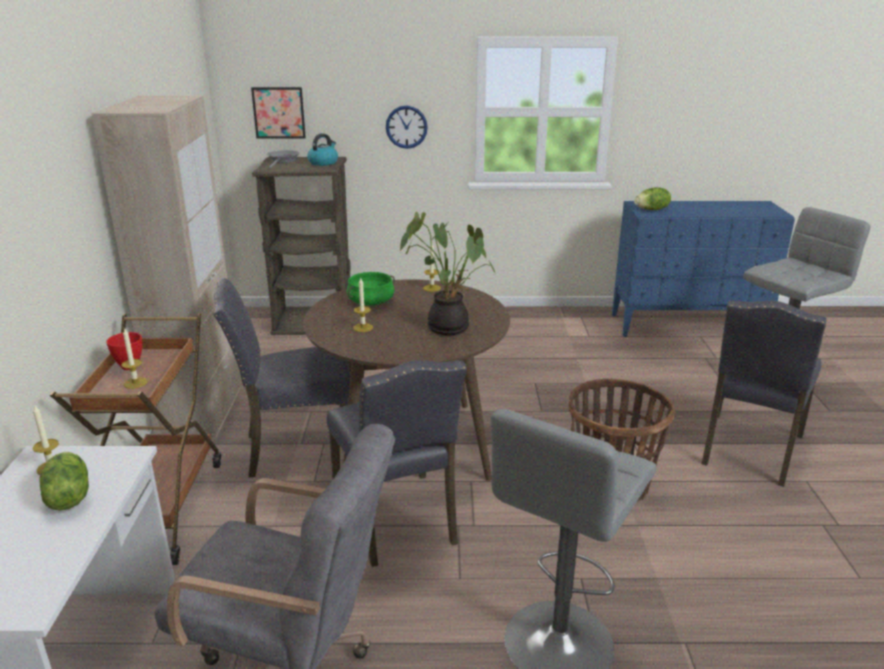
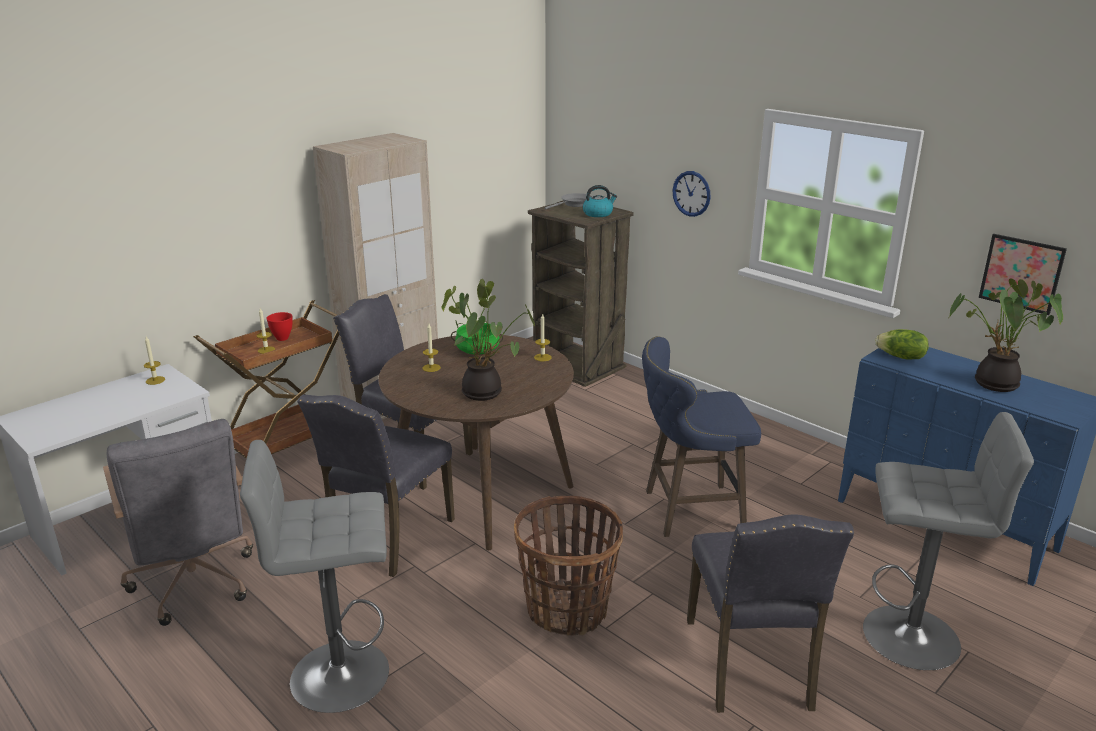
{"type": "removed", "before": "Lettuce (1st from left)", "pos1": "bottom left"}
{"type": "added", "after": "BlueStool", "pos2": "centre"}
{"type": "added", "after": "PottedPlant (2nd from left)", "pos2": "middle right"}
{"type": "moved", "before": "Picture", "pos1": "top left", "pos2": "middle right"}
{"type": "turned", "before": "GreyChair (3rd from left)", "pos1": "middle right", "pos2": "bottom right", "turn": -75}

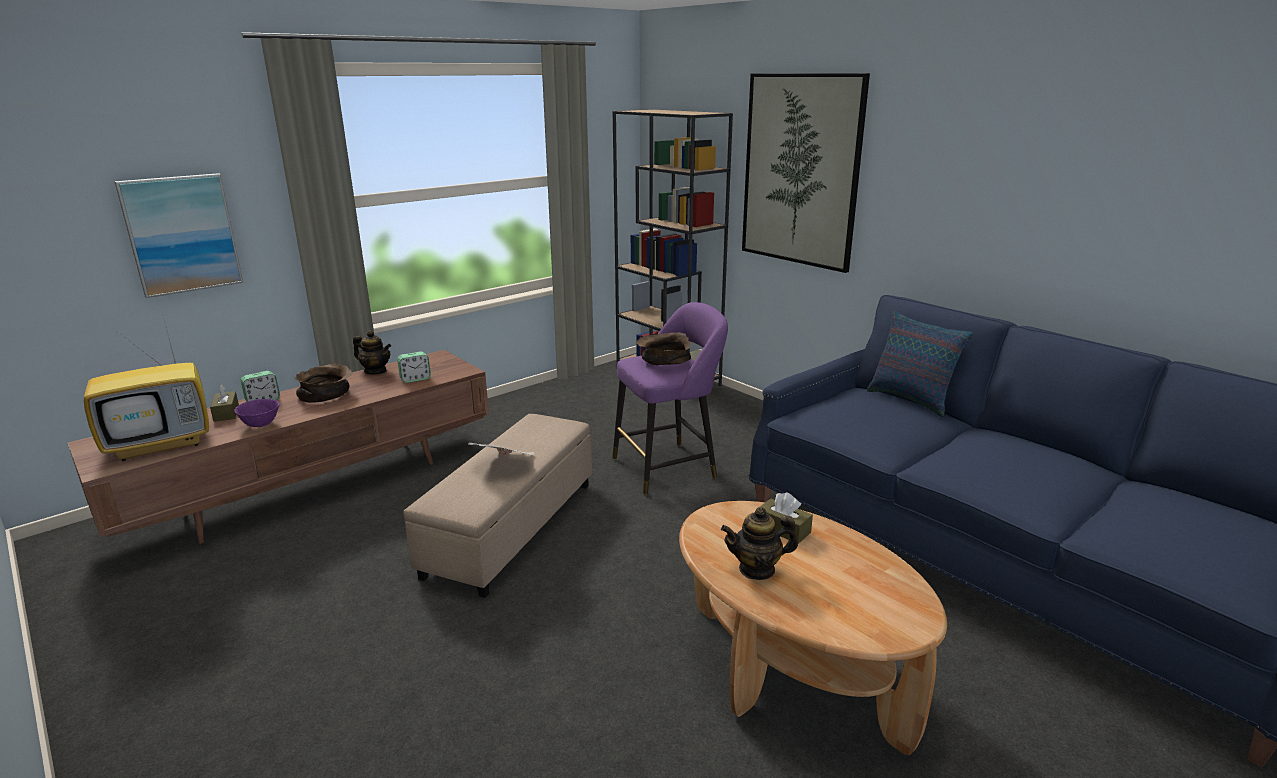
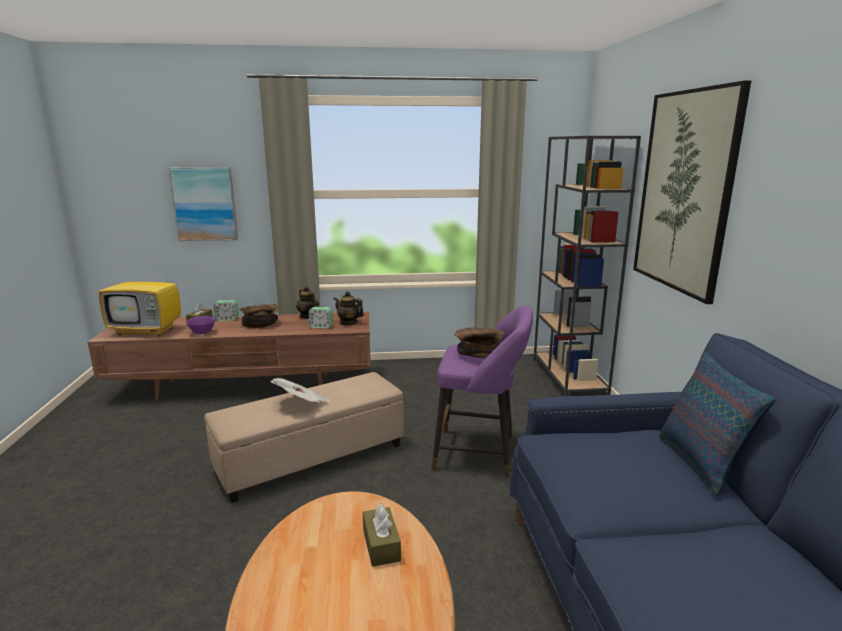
{"type": "moved", "before": "Teapot (2nd from left)", "pos1": "bottom centre", "pos2": "centre"}

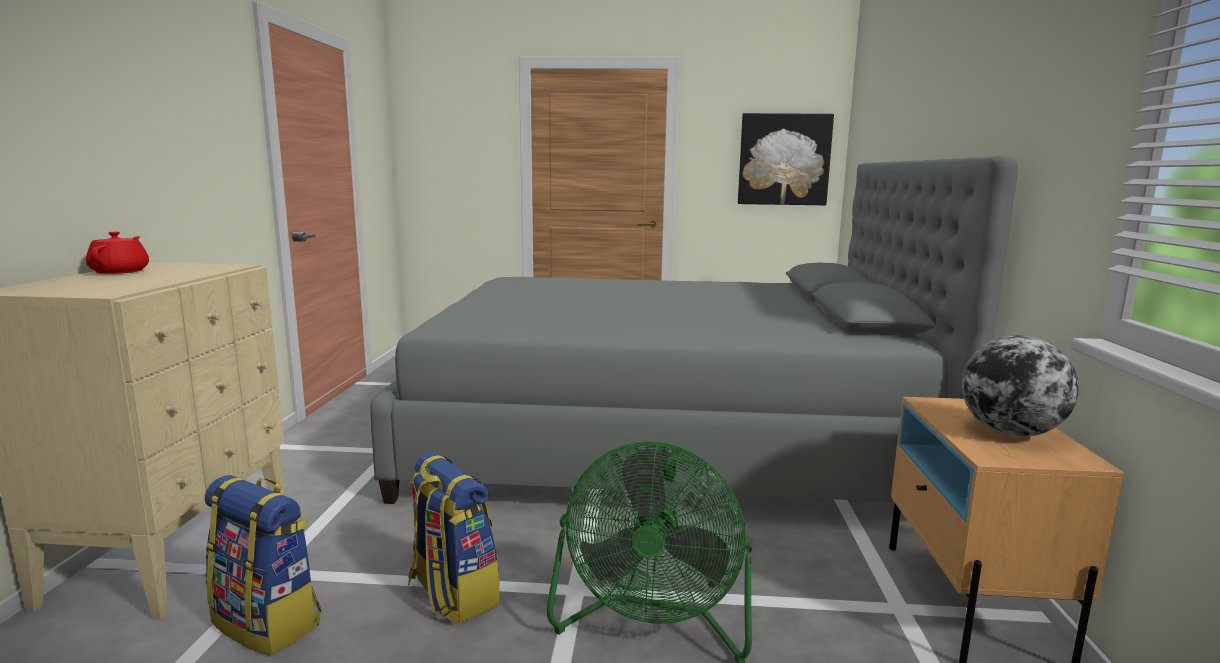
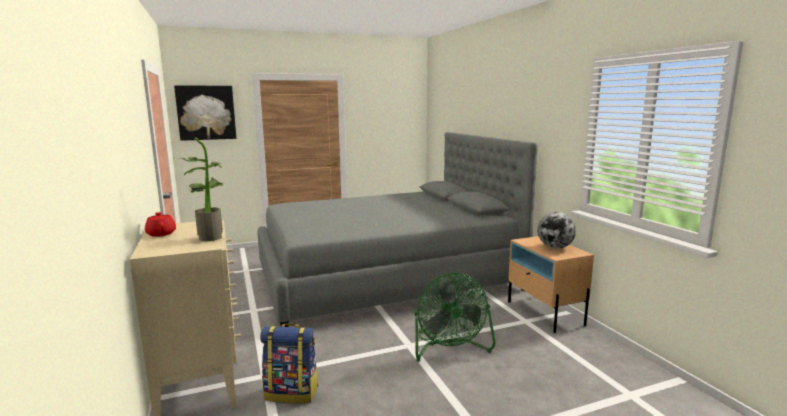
{"type": "removed", "before": "Backpack (2nd from left)", "pos1": "bottom centre"}
{"type": "added", "after": "PottedPlant", "pos2": "middle left"}
{"type": "moved", "before": "Picture", "pos1": "top centre", "pos2": "top left"}

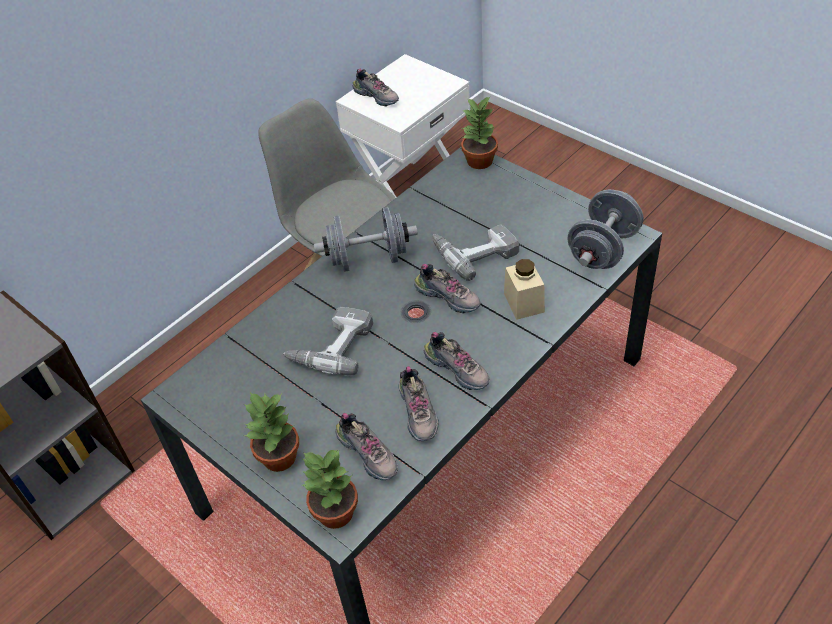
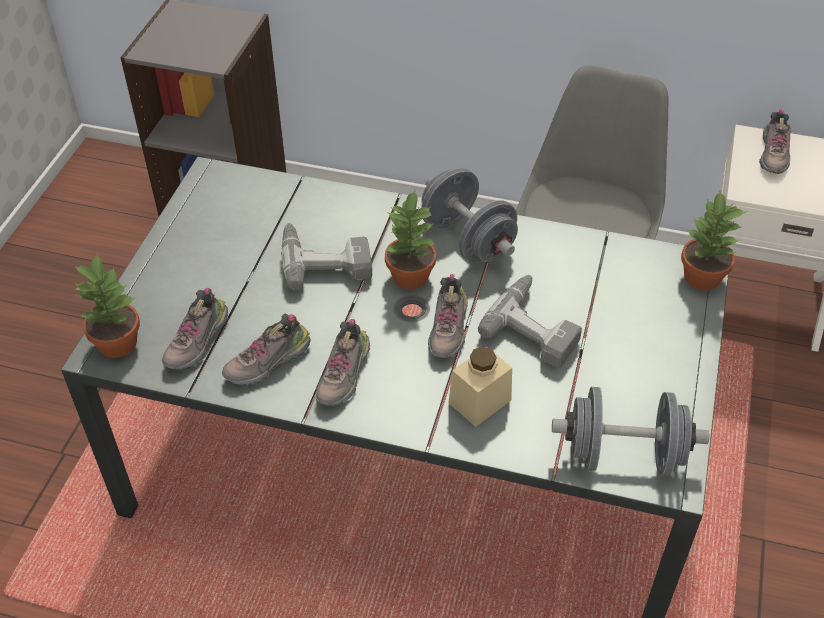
{"type": "moved", "before": "PottedPlant (1st from left in the first image)", "after": "PottedPlant (2nd from left)", "pos1": "bottom left", "pos2": "centre"}

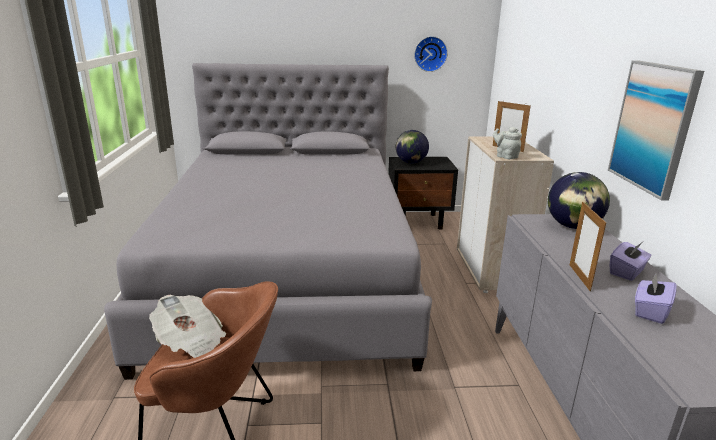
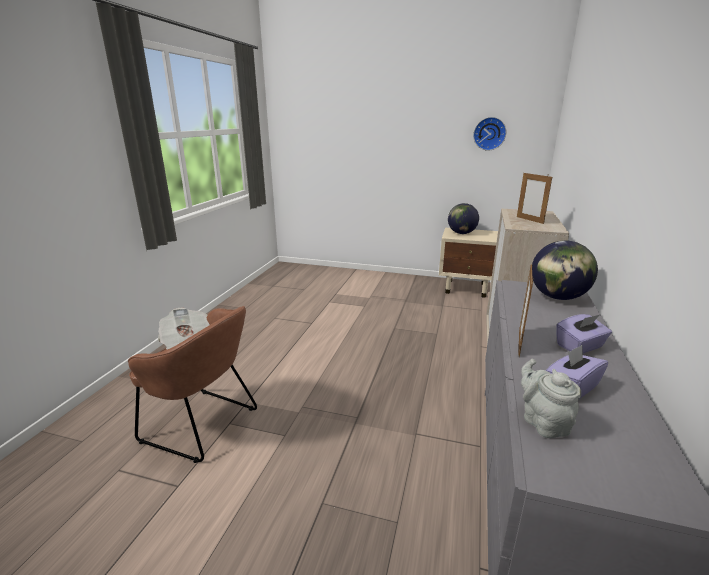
{"type": "removed", "before": "GreyBed", "pos1": "centre"}
{"type": "removed", "before": "Picture", "pos1": "top right"}
{"type": "moved", "before": "GreyTeapot", "pos1": "top right", "pos2": "bottom right"}
{"type": "recoloured", "before": "BlackNightstand", "after": "BeigeNightstand", "pos1": "centre", "pos2": "centre"}

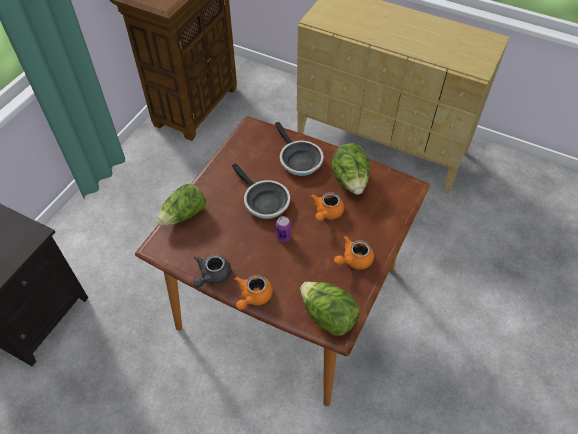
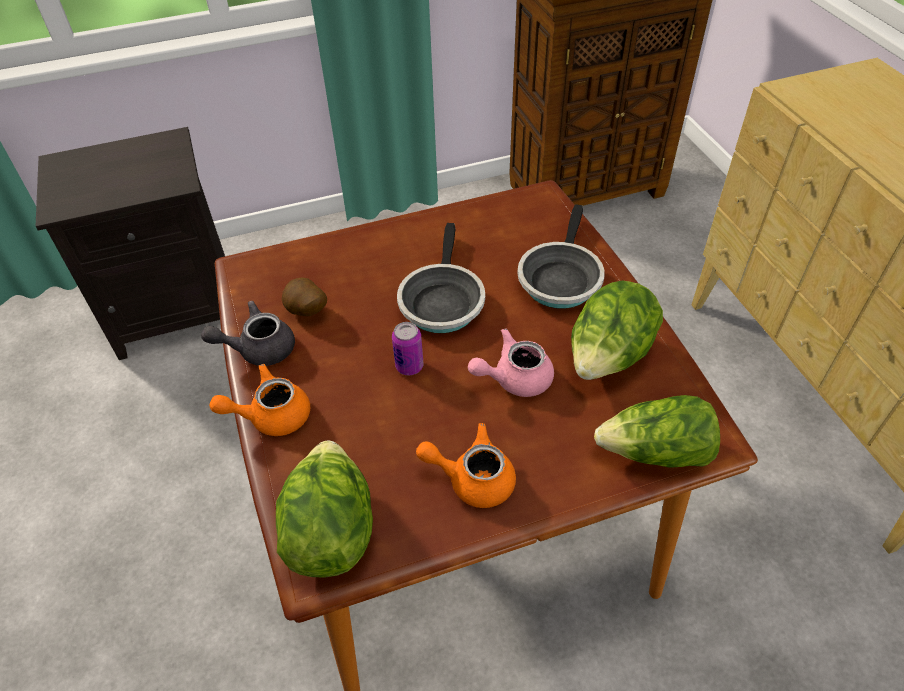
{"type": "added", "after": "Potato", "pos2": "centre"}
{"type": "moved", "before": "Lettuce (1st from left in the first image)", "after": "Lettuce (3rd from left)", "pos1": "middle left", "pos2": "middle right"}
{"type": "recoloured", "before": "OrangeTeapot (2nd from left)", "after": "PinkTeapot", "pos1": "centre", "pos2": "centre"}

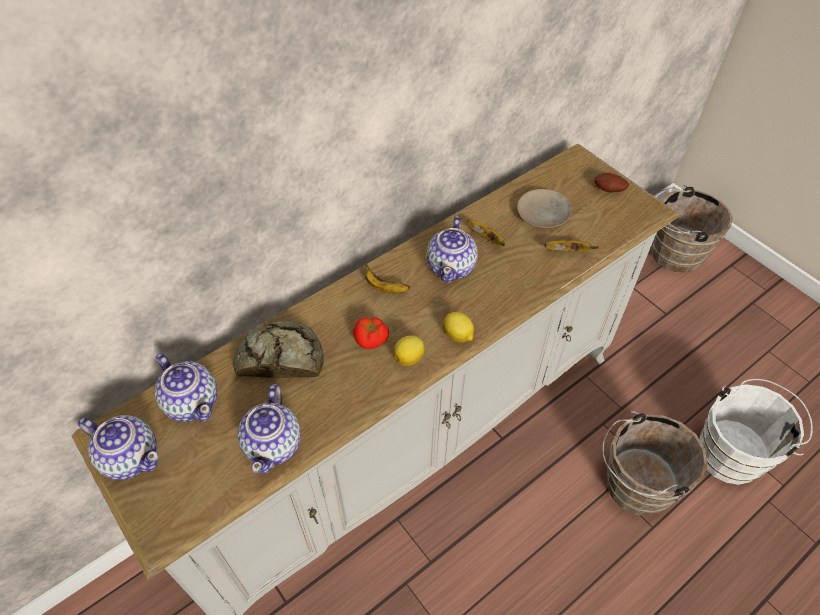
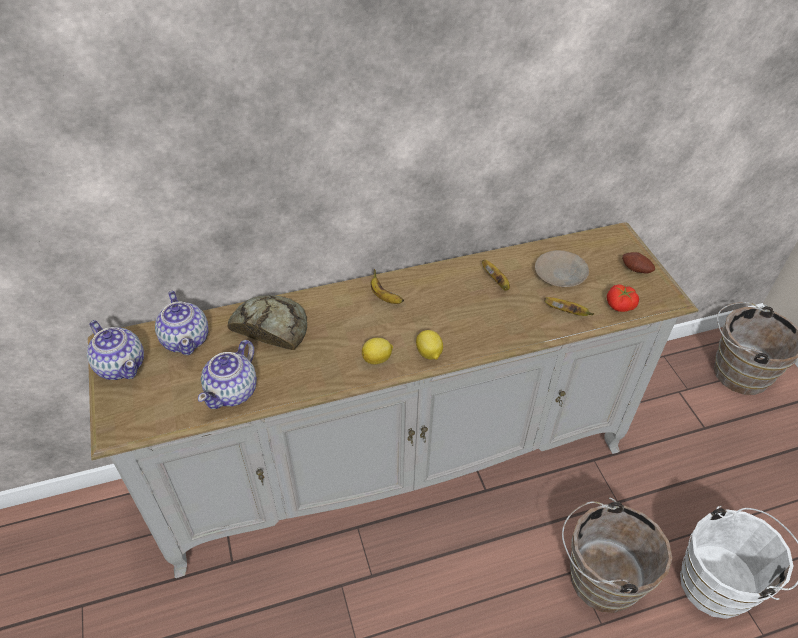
{"type": "removed", "before": "Teapot (4th from left)", "pos1": "centre"}
{"type": "moved", "before": "Tomato", "pos1": "centre", "pos2": "middle right"}

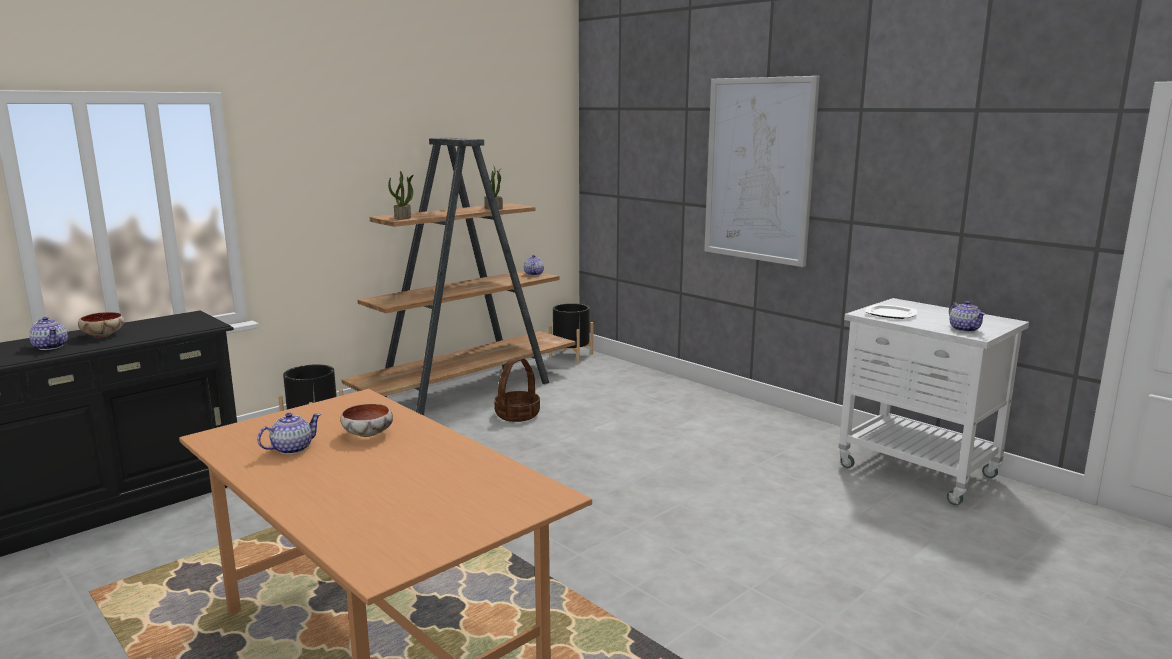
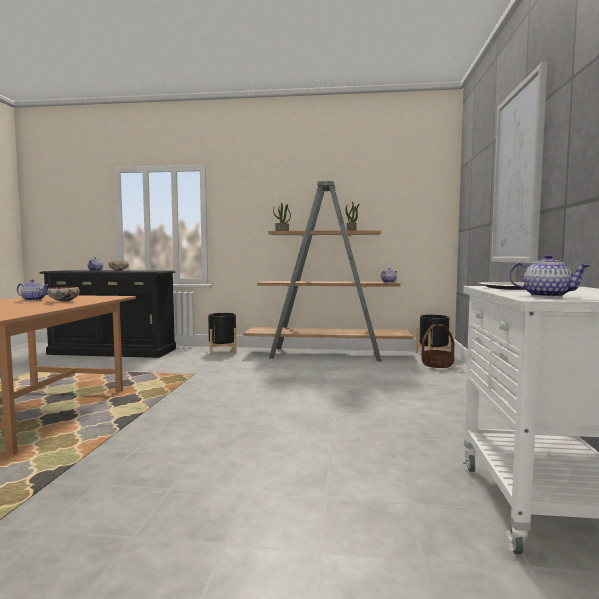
{"type": "moved", "before": "Basket", "pos1": "centre", "pos2": "middle right"}
{"type": "turned", "before": "Teapot (4th from left)", "pos1": "middle right", "pos2": "middle right", "turn": -90}

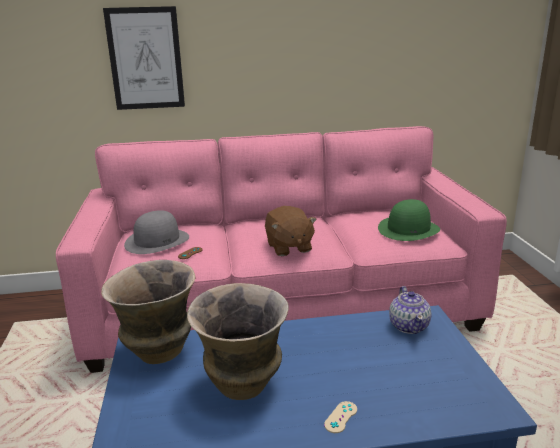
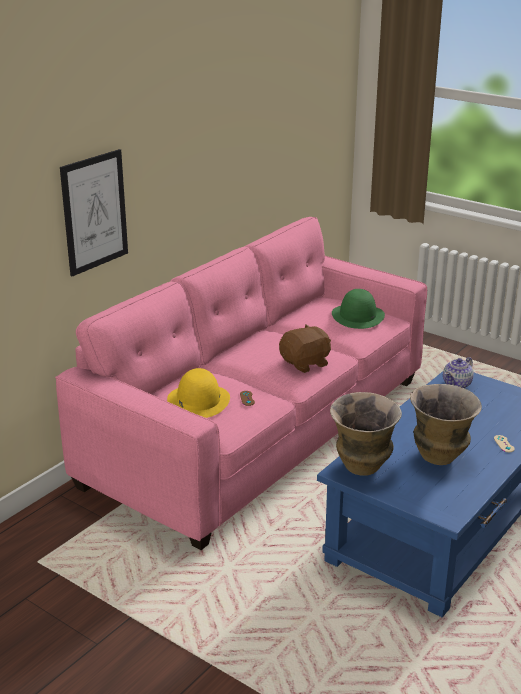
{"type": "recoloured", "before": "GreyHat", "after": "YellowHat", "pos1": "middle left", "pos2": "centre"}
{"type": "turned", "before": "BrownPlushToy", "pos1": "centre", "pos2": "centre", "turn": -60}
{"type": "turned", "before": "Teapot", "pos1": "bottom right", "pos2": "middle right", "turn": 90}

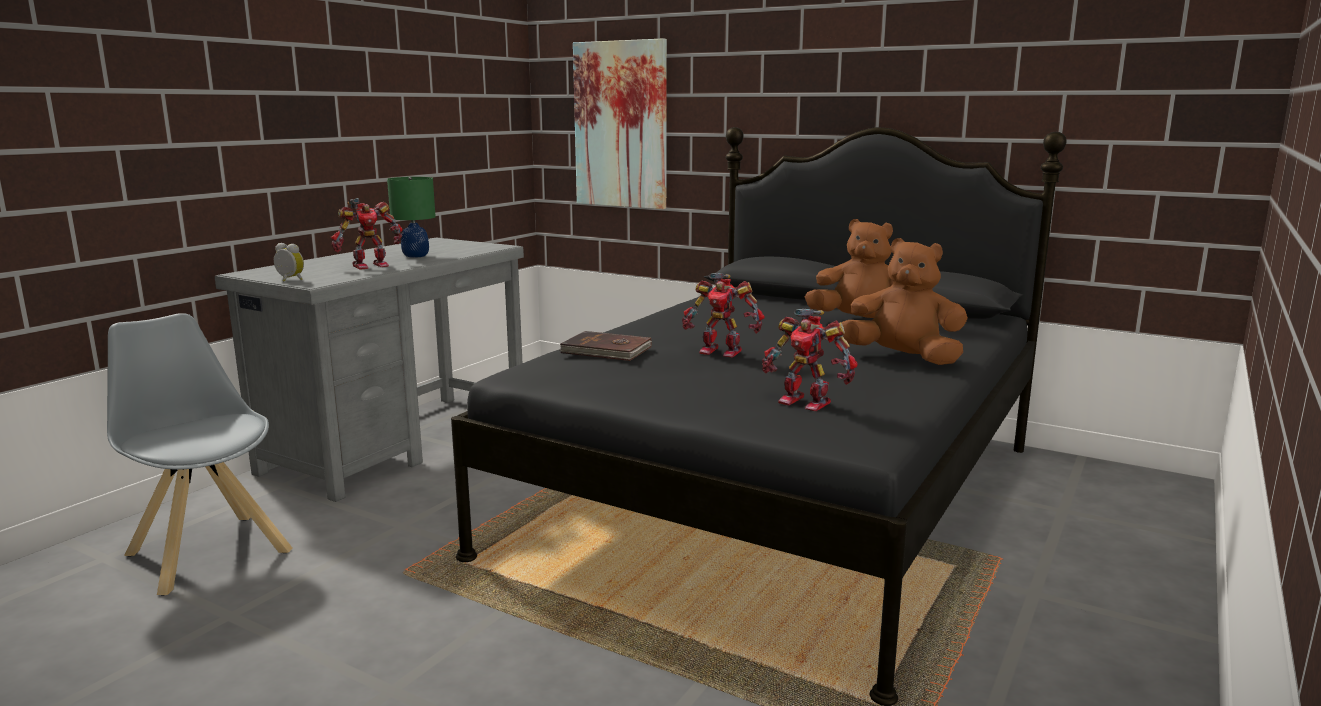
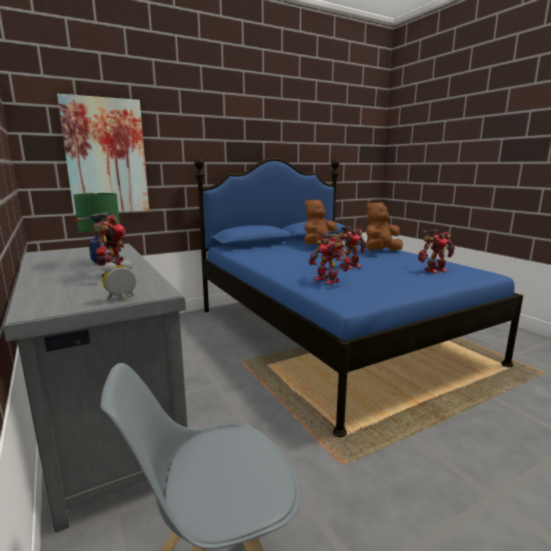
{"type": "replaced", "before": "BrownBook", "after": "ToyRobot (2nd from left)", "pos1": "centre", "pos2": "centre"}
{"type": "recoloured", "before": "BlackBed", "after": "BlueBed", "pos1": "centre", "pos2": "centre"}

